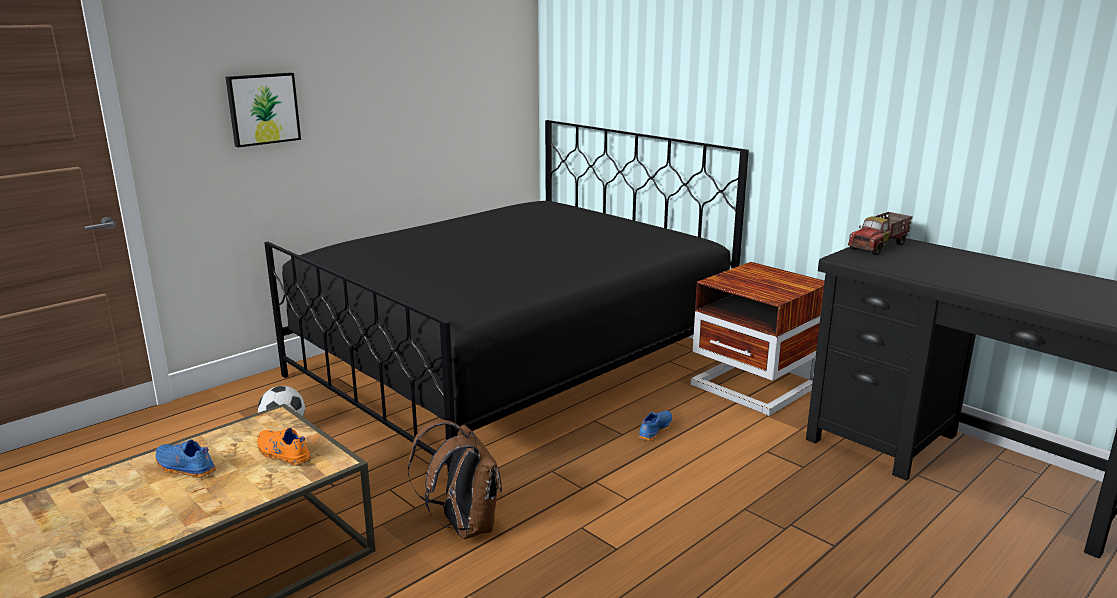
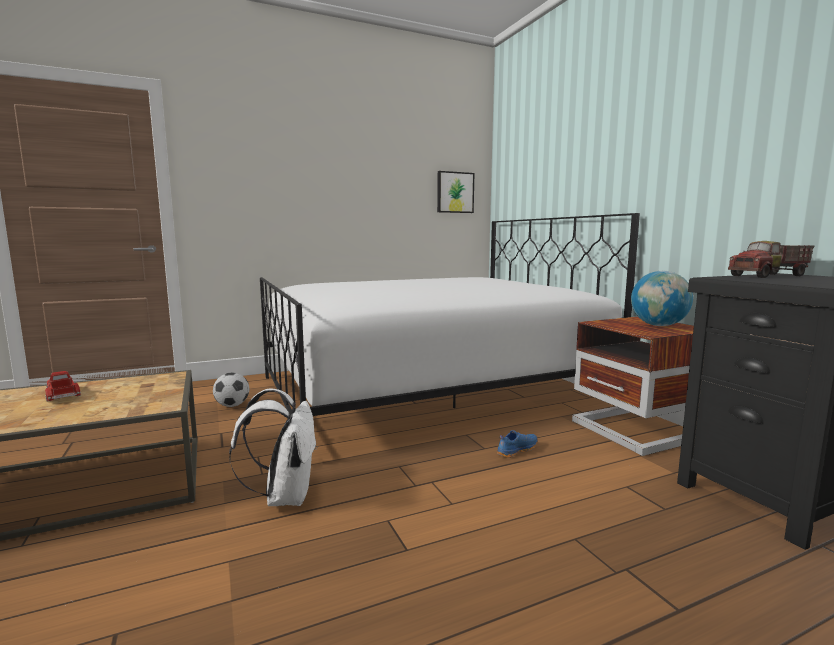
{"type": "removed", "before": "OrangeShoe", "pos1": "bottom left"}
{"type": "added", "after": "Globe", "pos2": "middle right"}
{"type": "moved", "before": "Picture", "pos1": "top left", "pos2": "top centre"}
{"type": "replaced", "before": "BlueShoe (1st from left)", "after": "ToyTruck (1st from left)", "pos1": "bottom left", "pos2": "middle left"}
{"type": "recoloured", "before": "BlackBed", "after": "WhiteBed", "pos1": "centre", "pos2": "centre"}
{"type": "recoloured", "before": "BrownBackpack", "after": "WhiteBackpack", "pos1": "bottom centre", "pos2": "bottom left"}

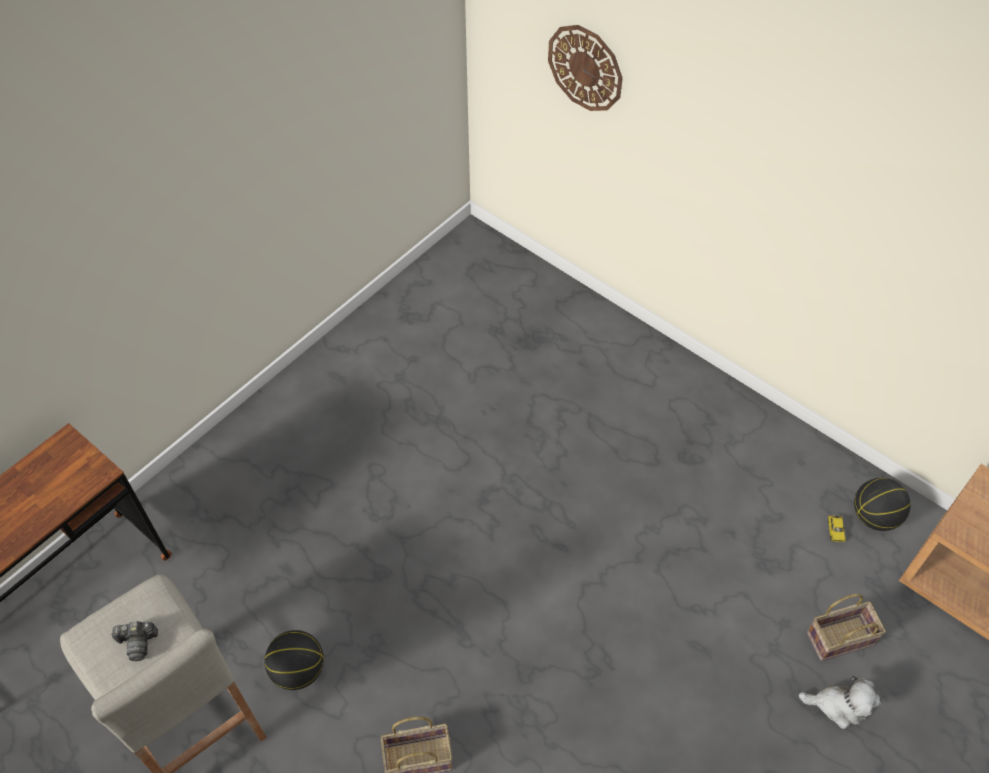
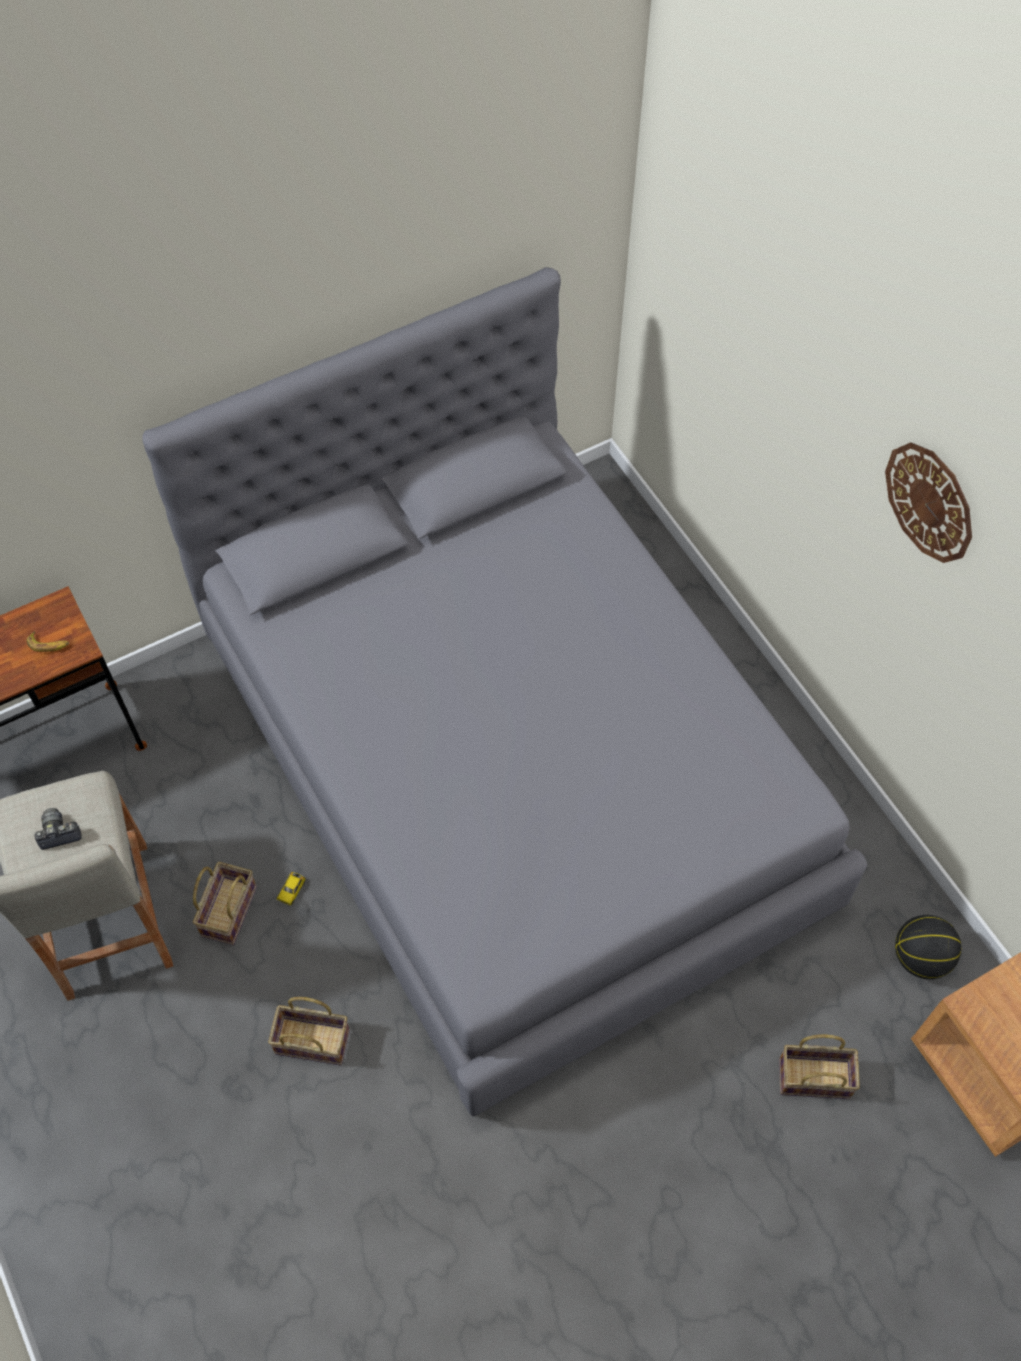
{"type": "removed", "before": "PlushToy", "pos1": "bottom right"}
{"type": "added", "after": "Banana", "pos2": "middle left"}
{"type": "added", "after": "GreyBed", "pos2": "centre"}
{"type": "moved", "before": "WallClock", "pos1": "top centre", "pos2": "middle right"}
{"type": "moved", "before": "ToyCar", "pos1": "bottom right", "pos2": "middle left"}
{"type": "replaced", "before": "Basketball (1st from left)", "after": "Basket (1st from left)", "pos1": "bottom left", "pos2": "middle left"}
{"type": "turned", "before": "PhotoCamera", "pos1": "bottom left", "pos2": "middle left", "turn": 150}

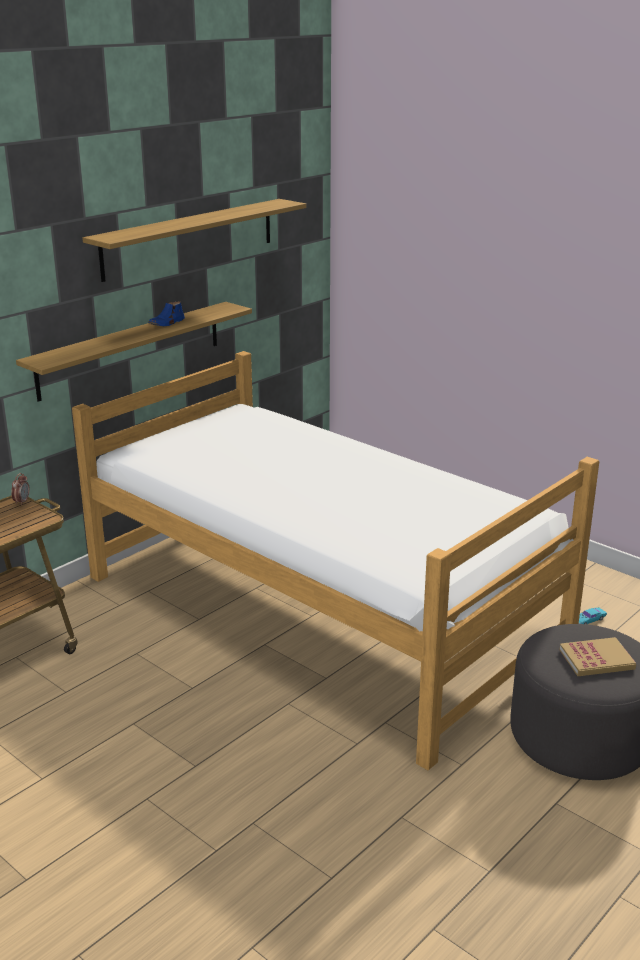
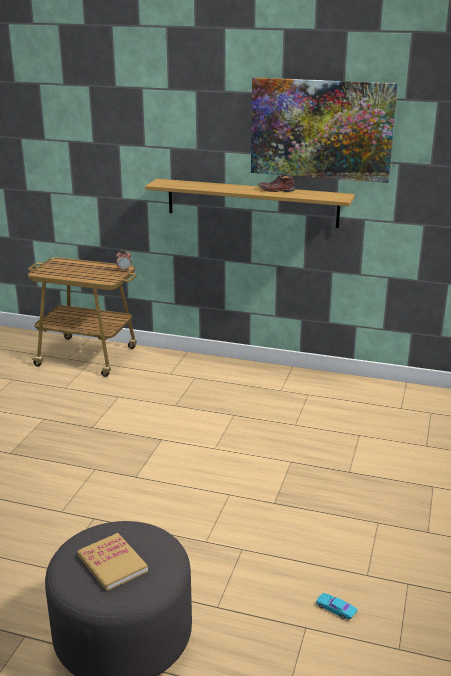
{"type": "removed", "before": "Bed", "pos1": "centre"}
{"type": "replaced", "before": "Shelf (2nd from left)", "after": "Picture", "pos1": "top left", "pos2": "top right"}
{"type": "recoloured", "before": "BlueShoe", "after": "BrownShoe", "pos1": "top left", "pos2": "top centre"}

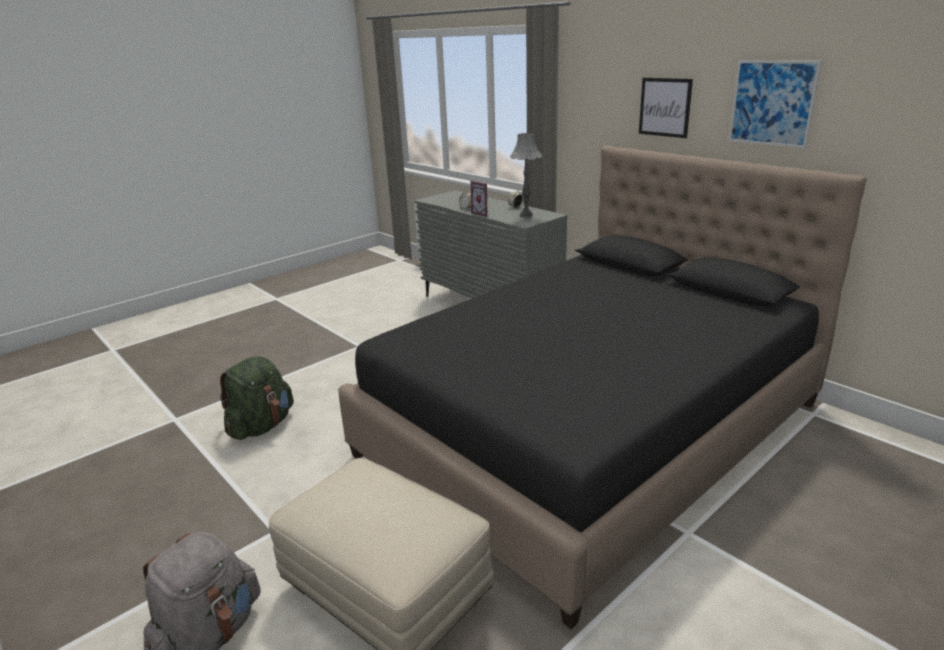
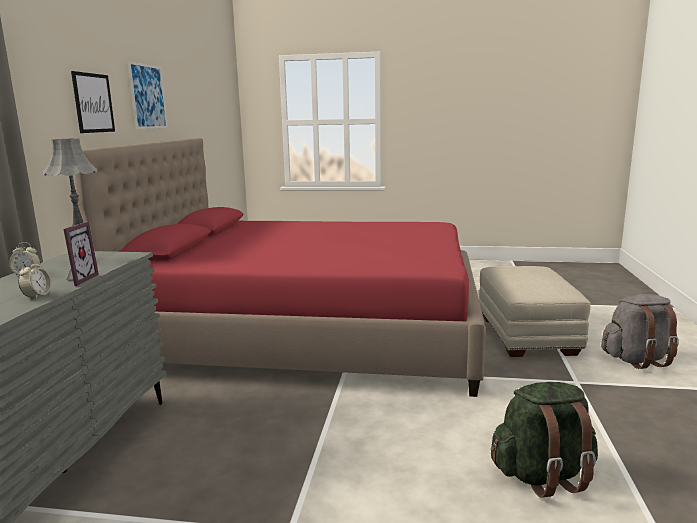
{"type": "recoloured", "before": "BlackBed", "after": "RedBed", "pos1": "centre", "pos2": "centre"}

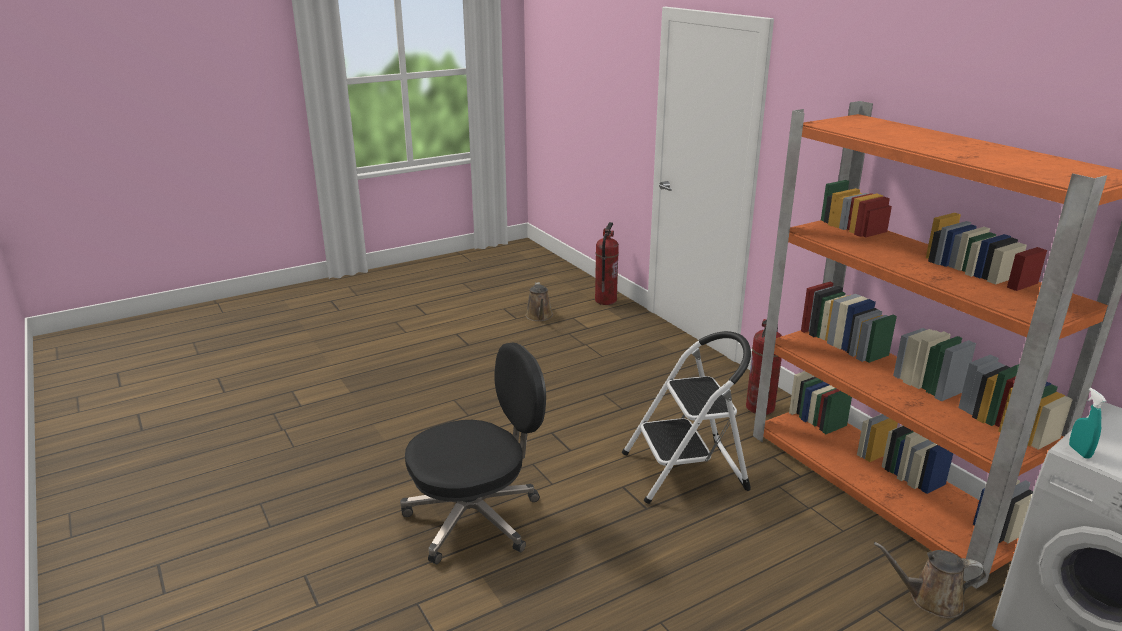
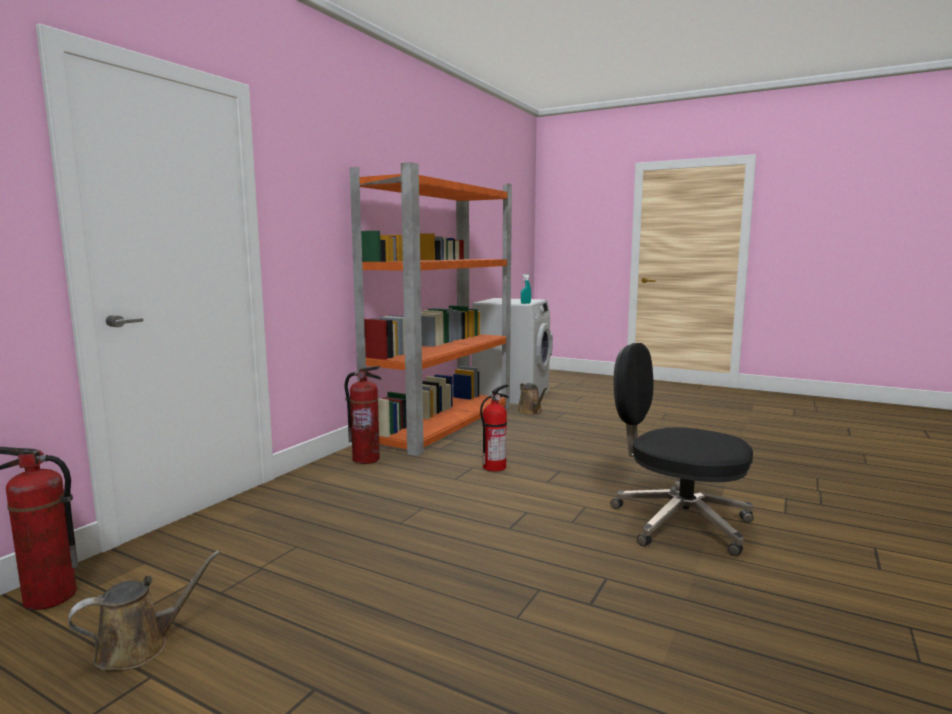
{"type": "replaced", "before": "StepLadder", "after": "FireExtinguisher (3rd from left)", "pos1": "centre", "pos2": "centre"}

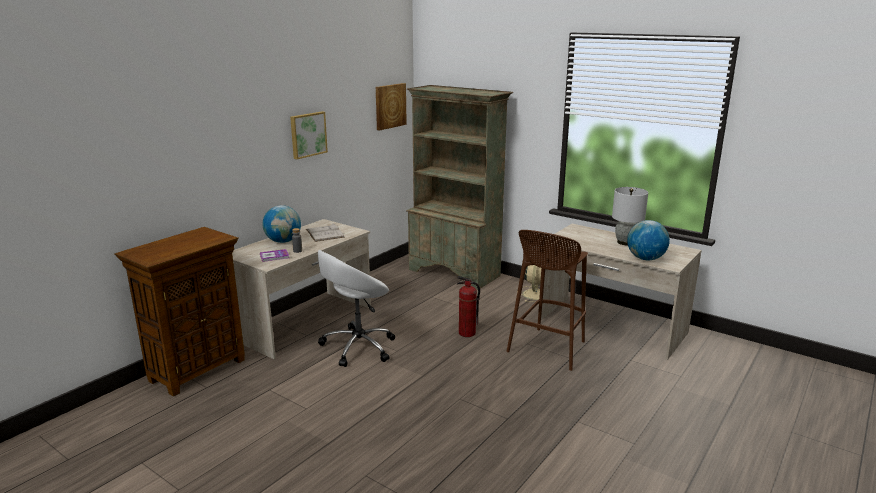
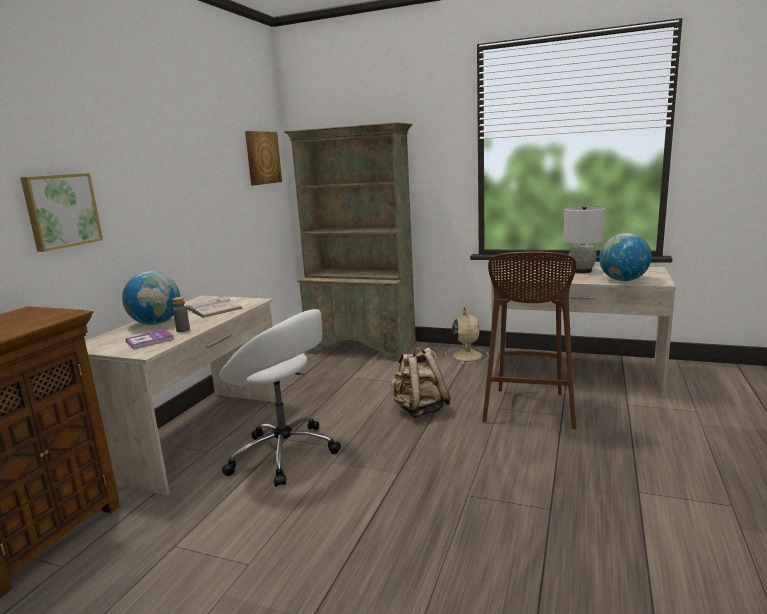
{"type": "moved", "before": "Picture (1st from left)", "pos1": "top centre", "pos2": "middle left"}
{"type": "replaced", "before": "FireExtinguisher", "after": "BeigeBackpack", "pos1": "centre", "pos2": "centre"}
{"type": "turned", "before": "WhiteOfficeChair", "pos1": "centre", "pos2": "centre", "turn": -90}

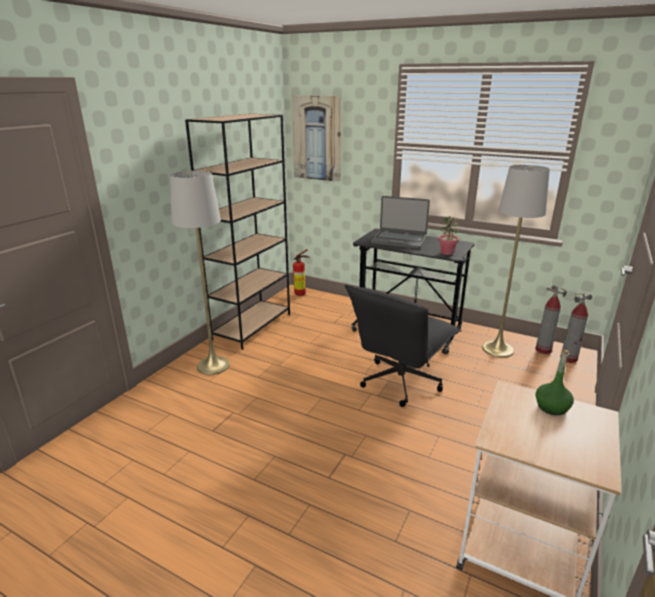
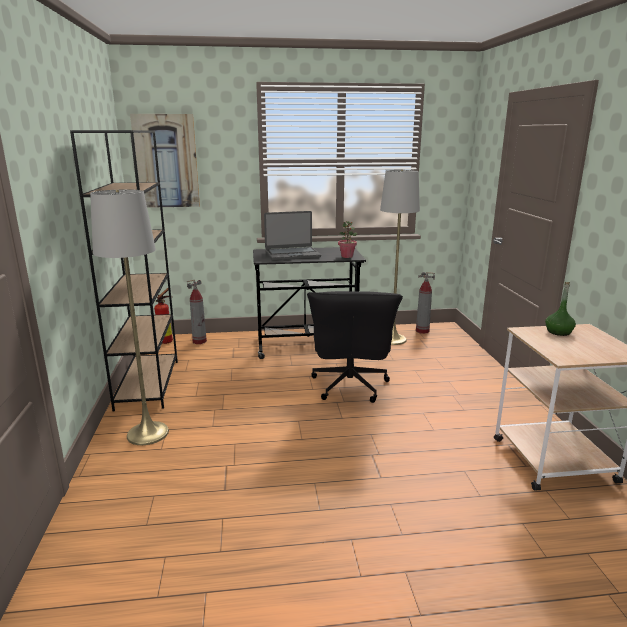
{"type": "moved", "before": "FireExtinguisher (3rd from left in the first image)", "after": "FireExtinguisher (2nd from left)", "pos1": "middle right", "pos2": "middle left"}

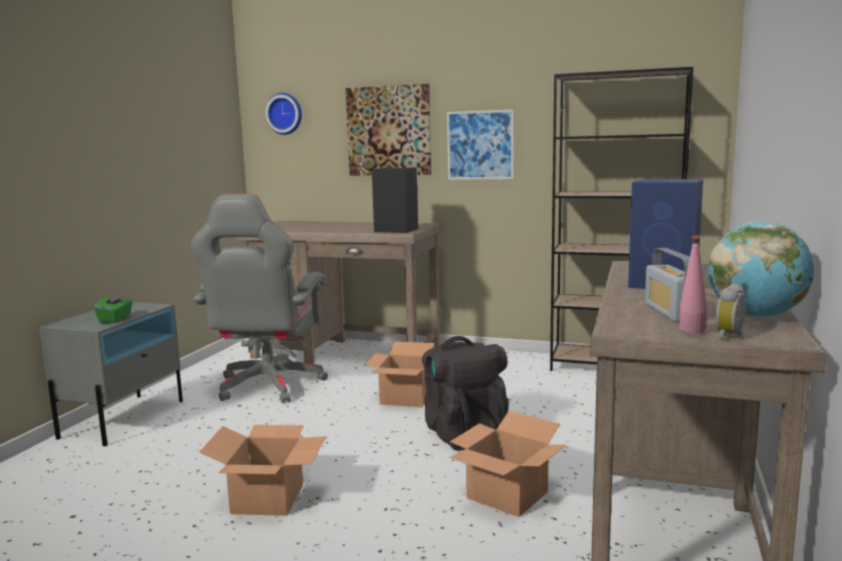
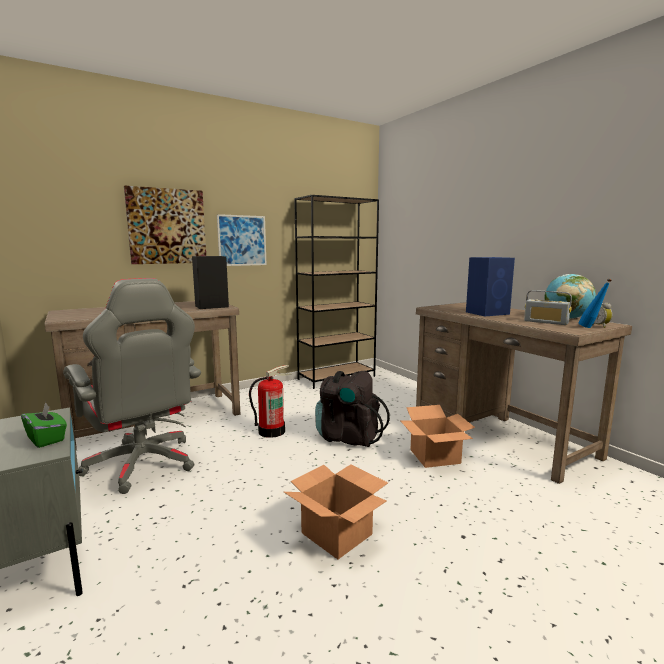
{"type": "removed", "before": "WallClock", "pos1": "top centre"}
{"type": "replaced", "before": "CardboardBox (2nd from left)", "after": "FireExtinguisher", "pos1": "bottom centre", "pos2": "centre"}
{"type": "recoloured", "before": "PinkBottle", "after": "BlueBottle", "pos1": "middle right", "pos2": "middle right"}

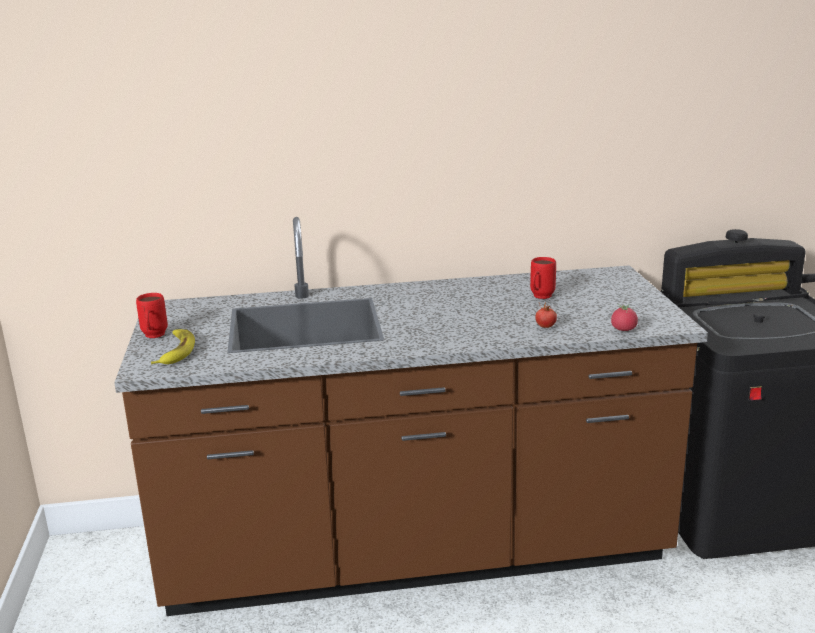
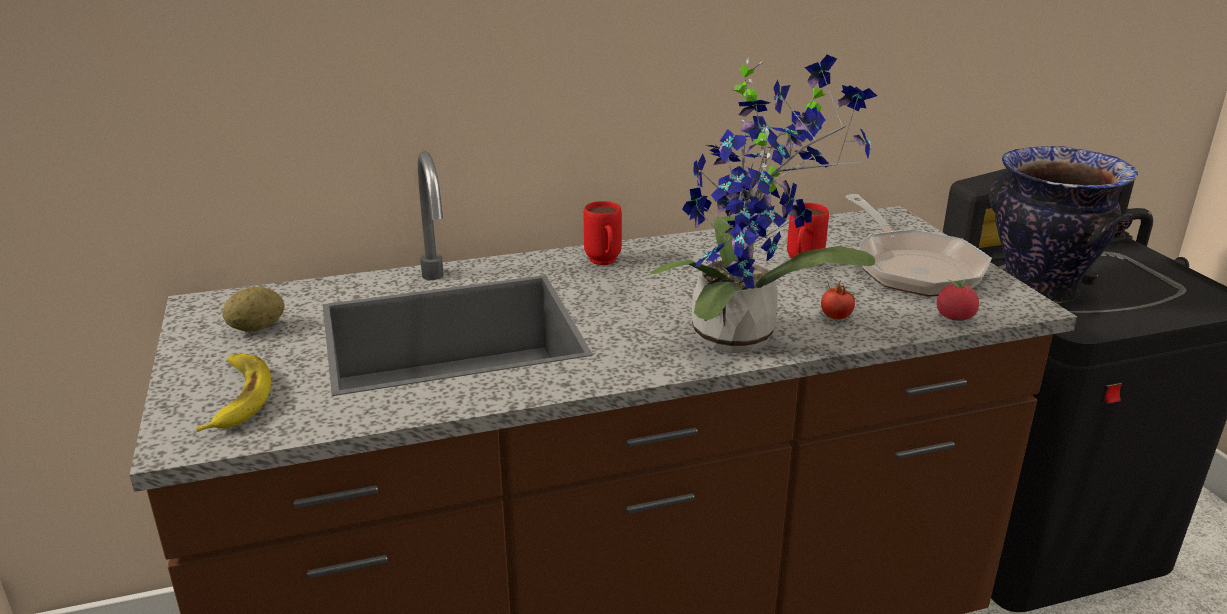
{"type": "added", "after": "Potato", "pos2": "middle left"}
{"type": "added", "after": "PottedPlant", "pos2": "top centre"}
{"type": "added", "after": "FryingPan", "pos2": "middle right"}
{"type": "added", "after": "Vase", "pos2": "middle right"}
{"type": "moved", "before": "RedMug (1st from left)", "pos1": "middle left", "pos2": "centre"}

